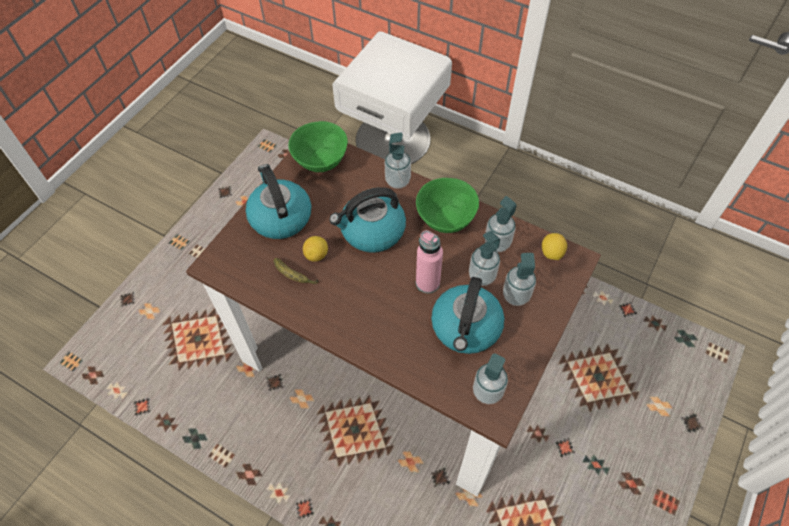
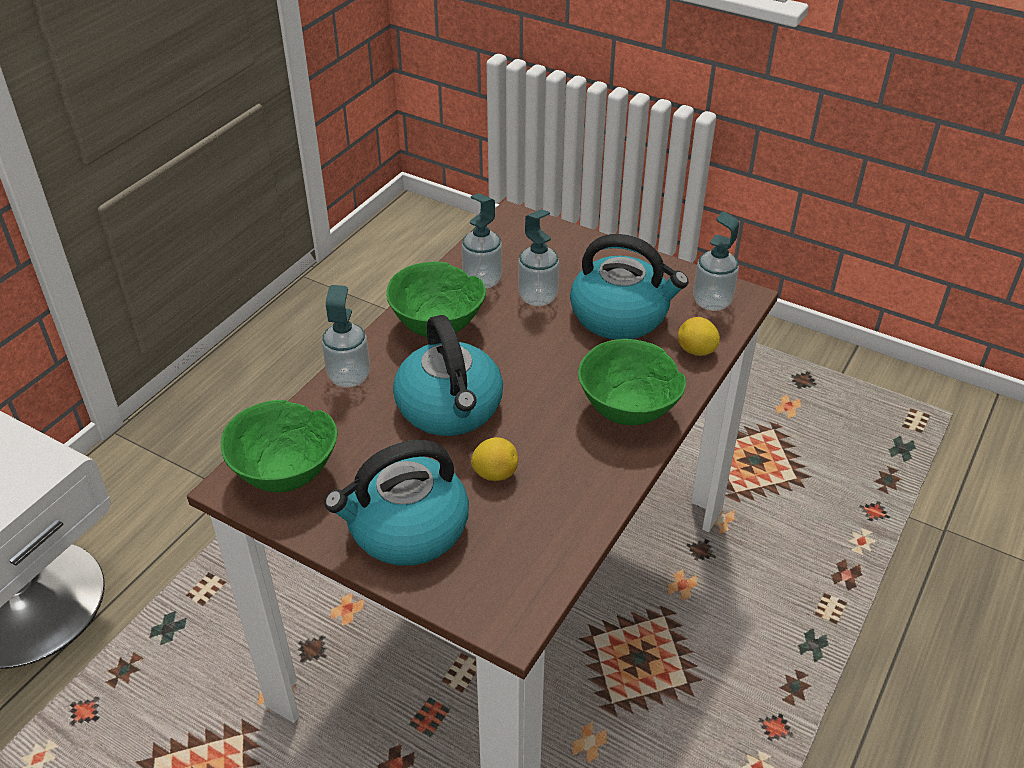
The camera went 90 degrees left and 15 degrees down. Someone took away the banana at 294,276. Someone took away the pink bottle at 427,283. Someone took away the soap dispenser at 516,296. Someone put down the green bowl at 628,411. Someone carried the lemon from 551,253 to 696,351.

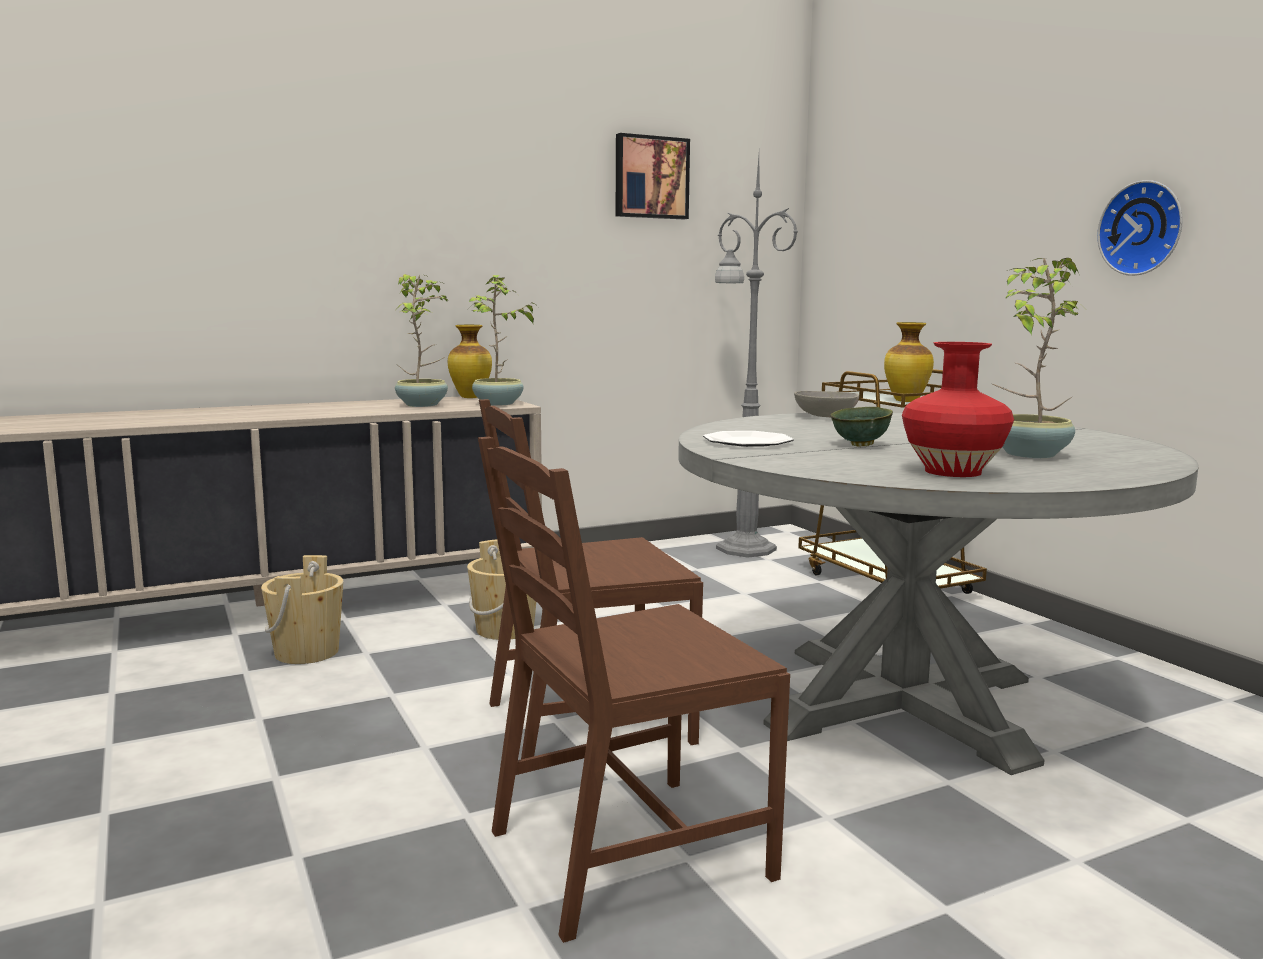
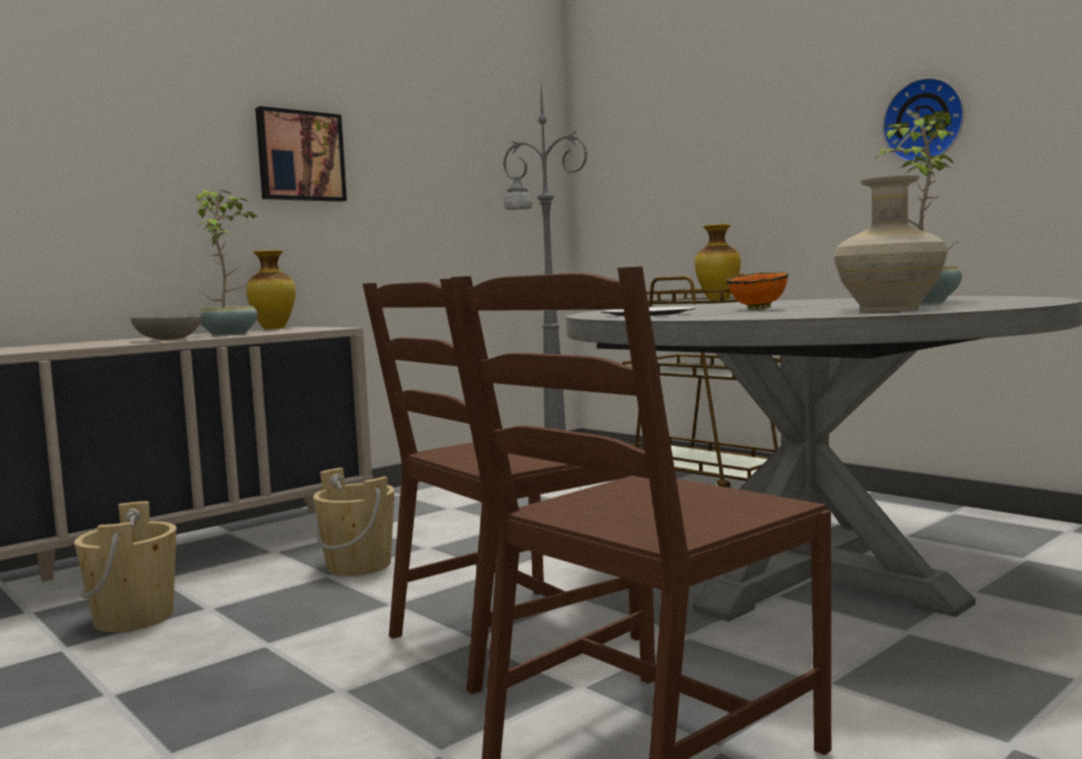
The camera went 15 degrees left and 5 degrees down. Someone took away the potted plant at 498,404. Someone carried the picture from 650,177 to 300,156. Someone carried the grey bowl from 824,416 to 168,339. Someone repainted the green bowl at 861,445, which became the orange bowl at 759,309. Someone repainted the red vase at 952,471, which became the beige vase at 888,309.

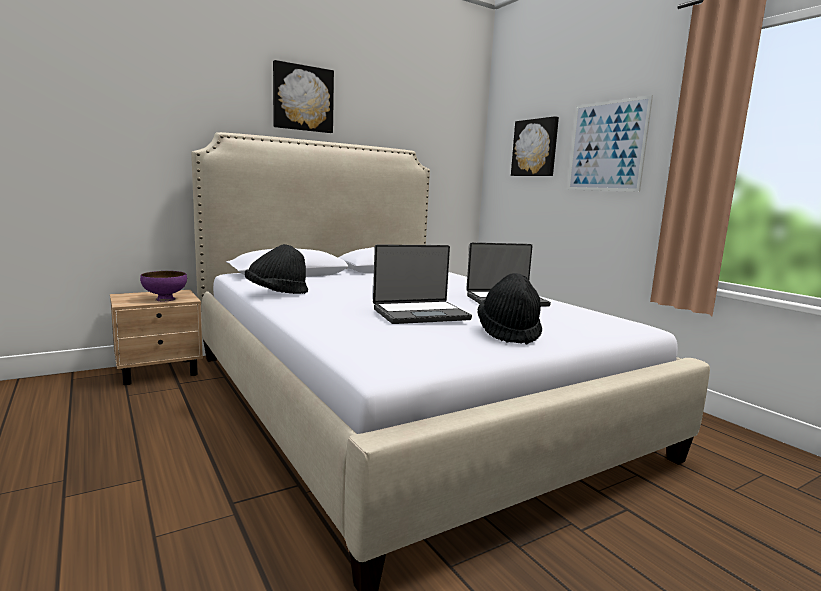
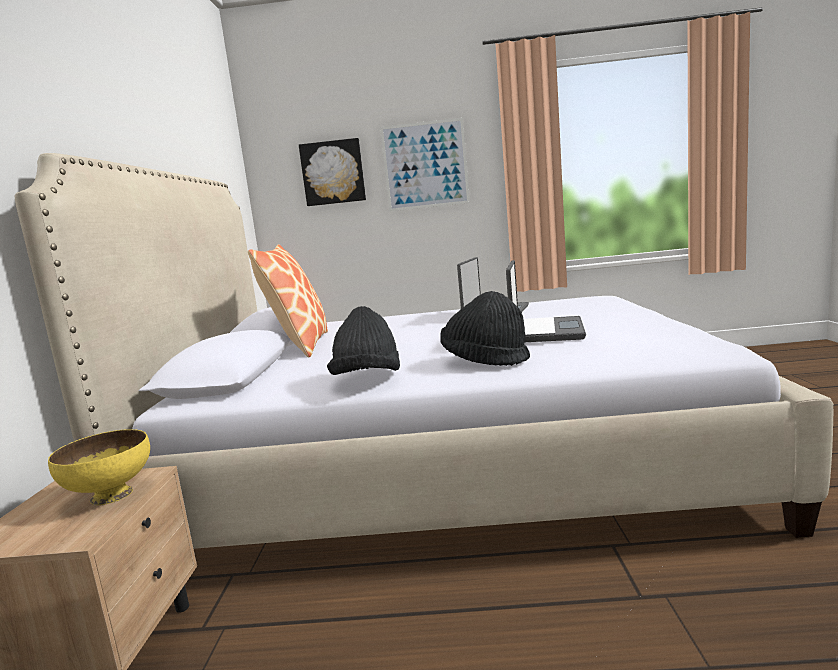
The camera went 55 degrees left and 0 degrees up. Someone took away the picture at 302,98. Someone put down the pillow at 300,345. Someone carried the black hat from 509,333 to 484,360. Someone repainted the purple bowl at 165,299, which became the yellow bowl at 110,495.

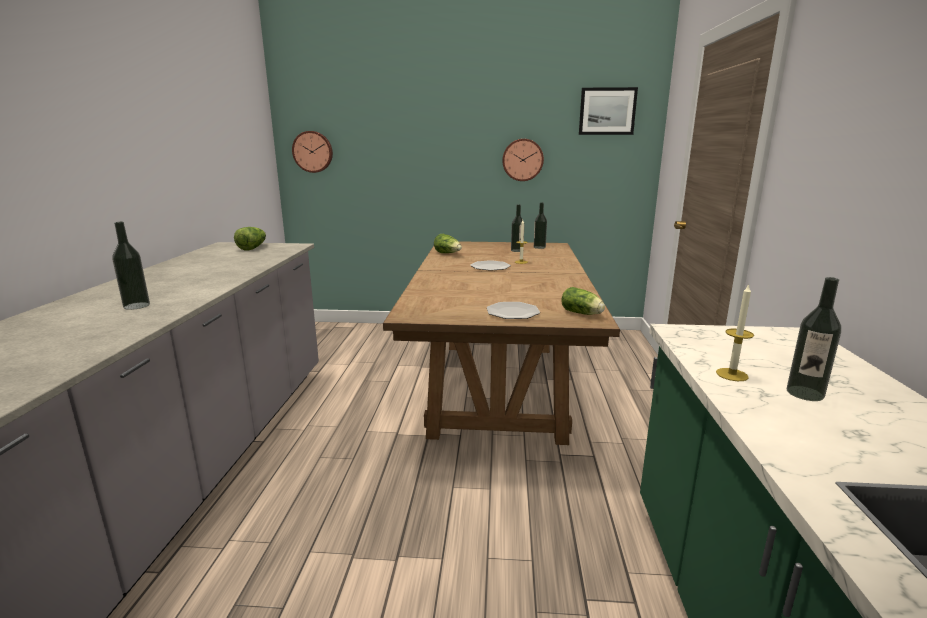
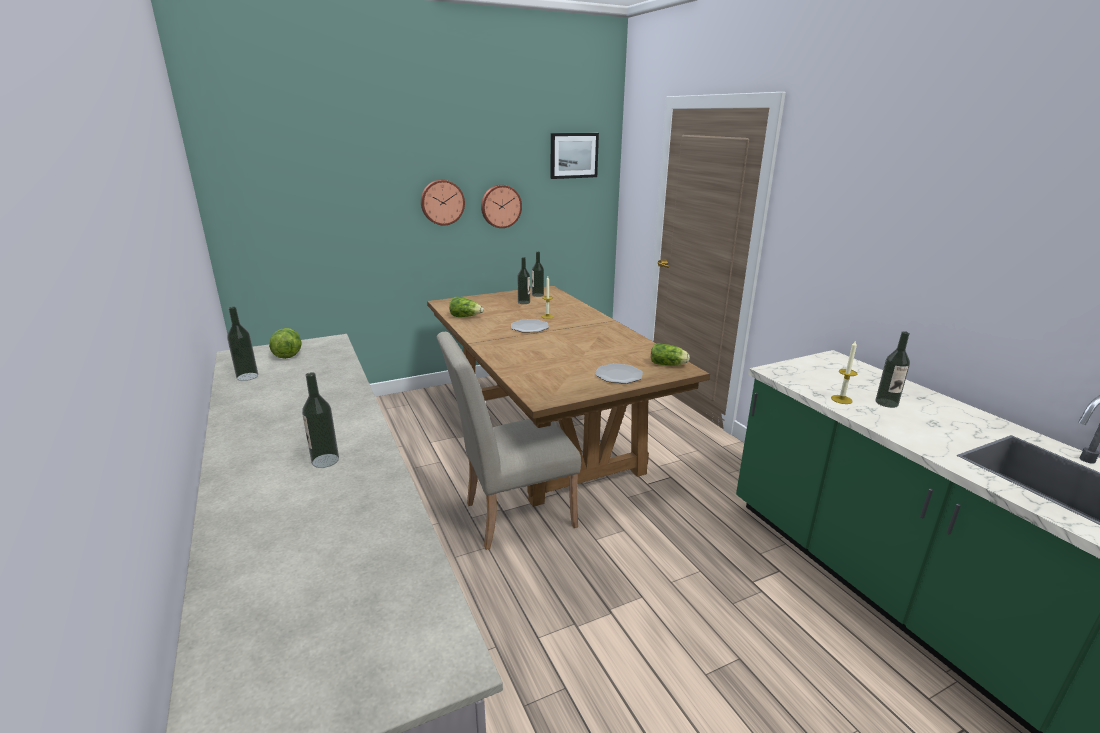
The camera went 30 degrees left and 5 degrees up. Someone put down the bottle at 247,376. Someone put down the beige chair at 511,516. Someone carried the wall clock from 313,151 to 442,202.

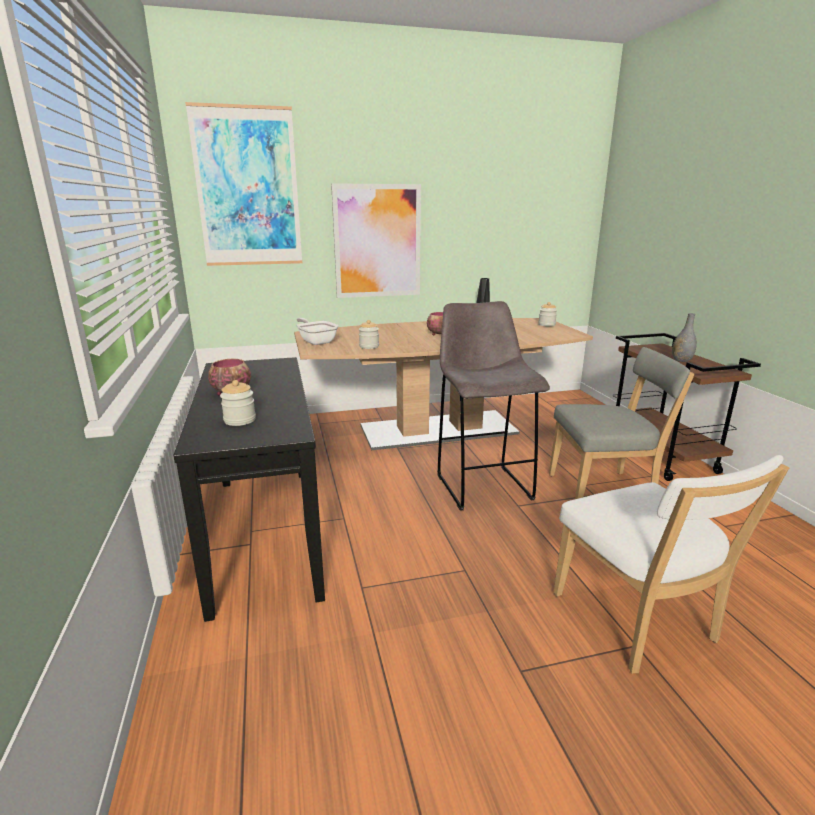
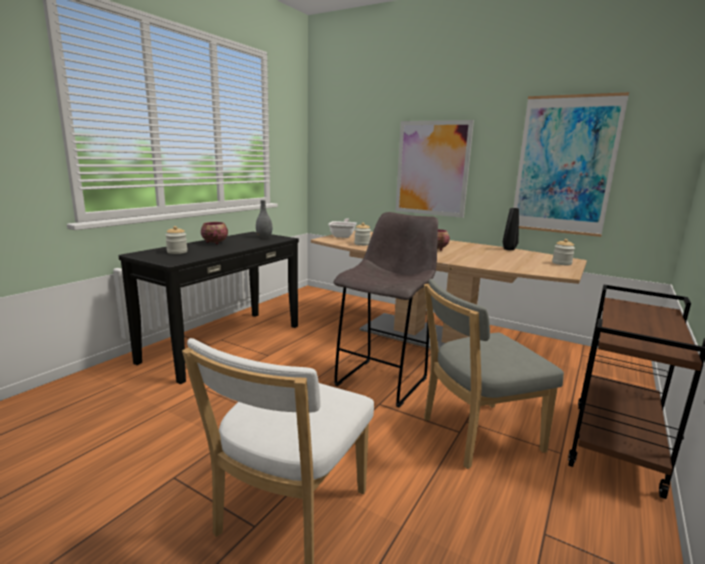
The camera went 45 degrees right and 5 degrees down. Someone carried the picture from 248,188 to 564,166. Someone carried the grey vase from 681,360 to 264,237. Someone rotated the grey chair at 604,491 by 120 degrees clockwise.

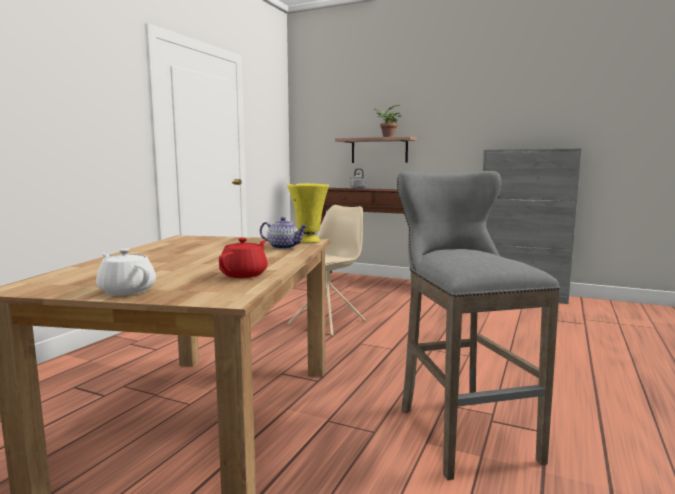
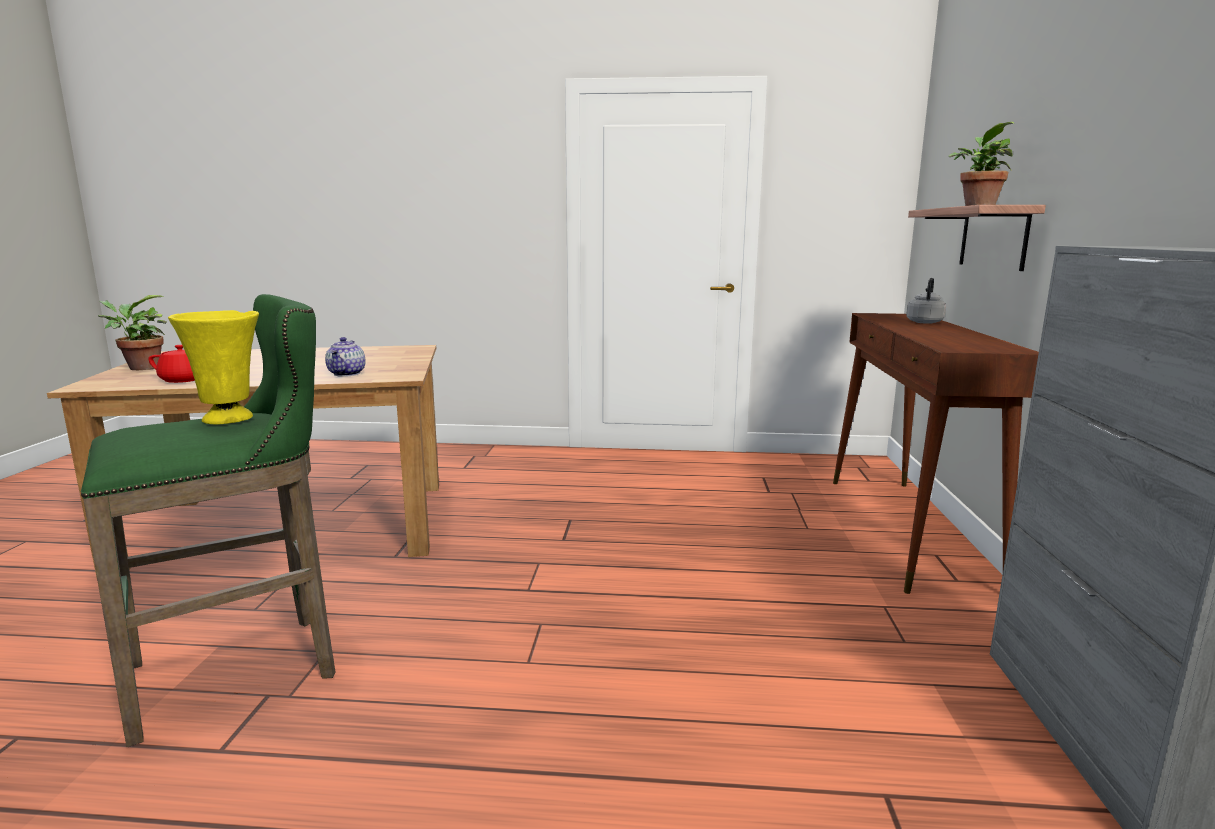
The camera went 70 degrees right and 5 degrees up. Someone took away the beige chair at 328,322. Someone carried the yellow vase from 309,241 to 229,419. Someone swapped the white teapot at 127,290 for the potted plant at 140,368. Someone repainted the grey stool at 460,430, which became the green stool at 243,669.

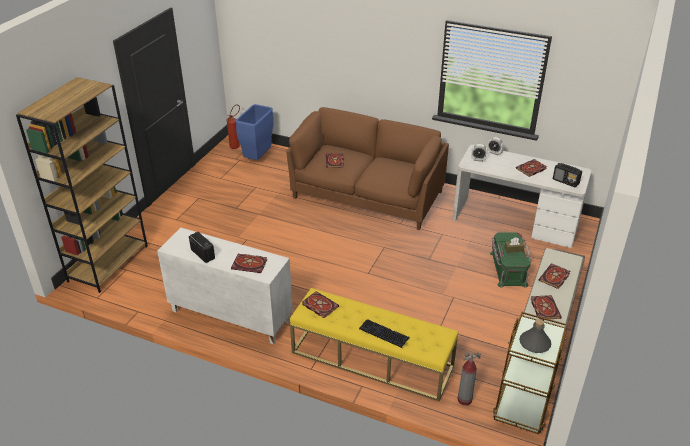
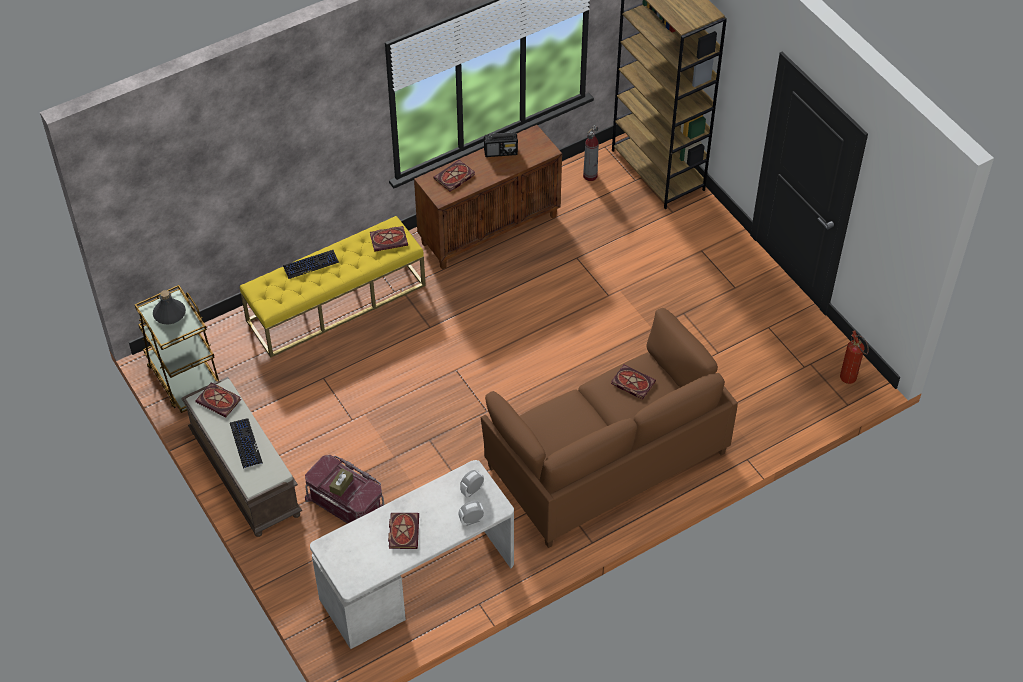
The camera went 125 degrees right and 15 degrees up. Someone took away the blue trash can at 257,158. Someone took away the radio at 566,181. Someone carried the fire extinguisher from 464,400 to 590,175. Someone swapped the book at 554,278 for the keyboard at 245,443. Someone repainted the white cabinet at 229,316, which became the brown cabinet at 489,229. Someone repainted the green storage box at 507,269, which became the red storage box at 346,503.

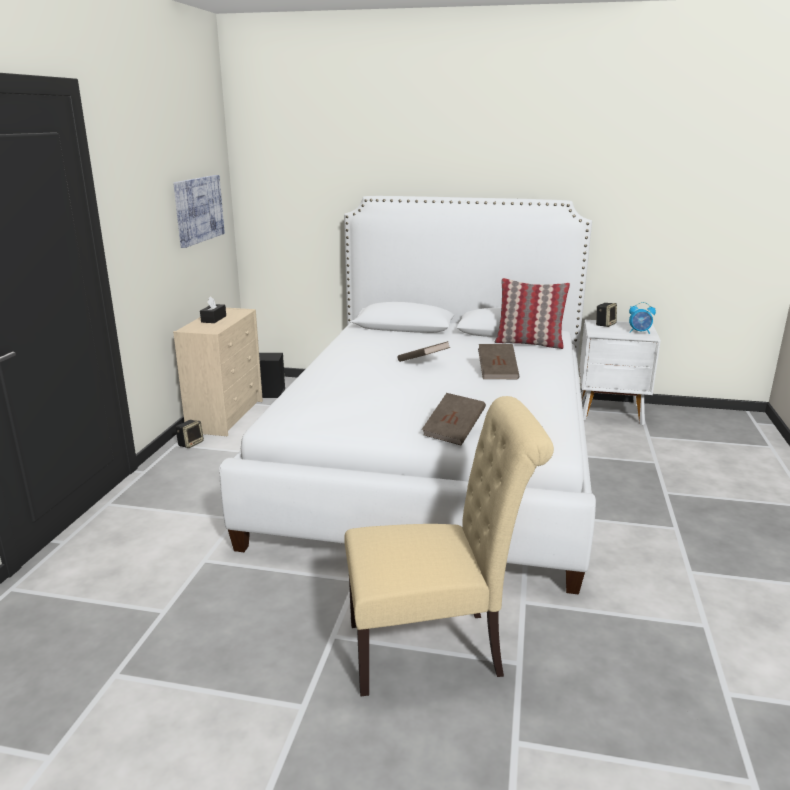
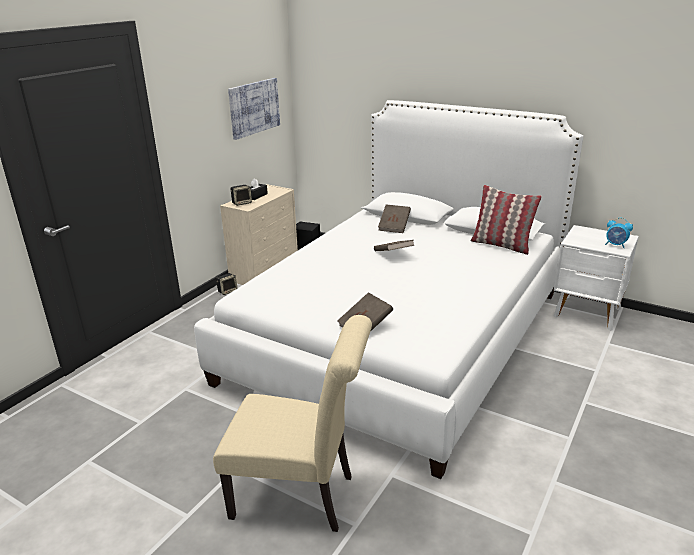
The camera went 20 degrees right and 5 degrees up. Someone carried the brown book from 497,372 to 394,227. Someone carried the speaker from 605,324 to 242,203.

